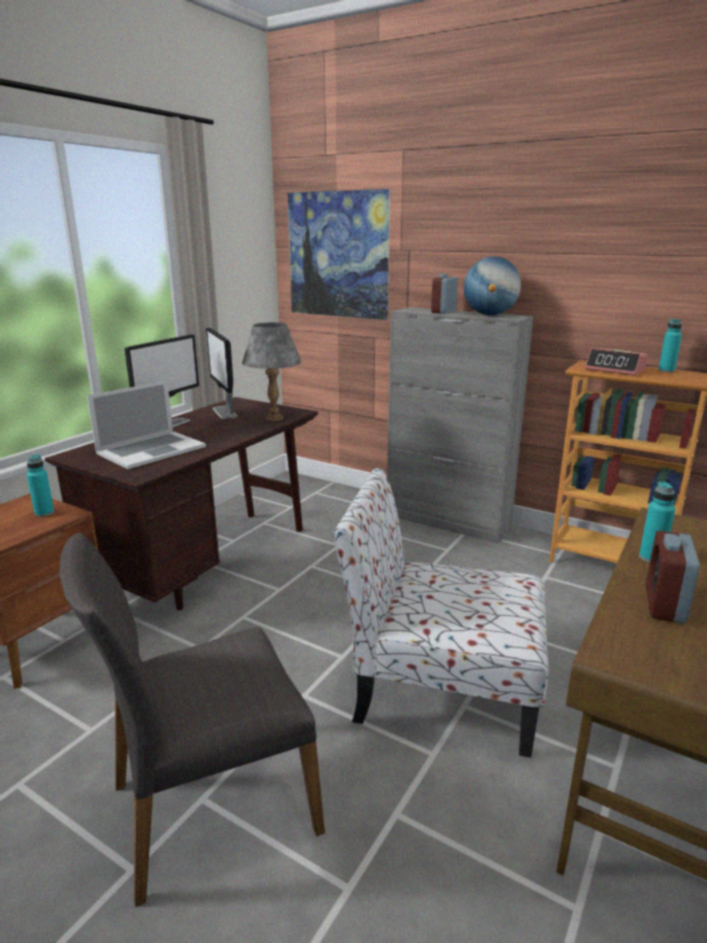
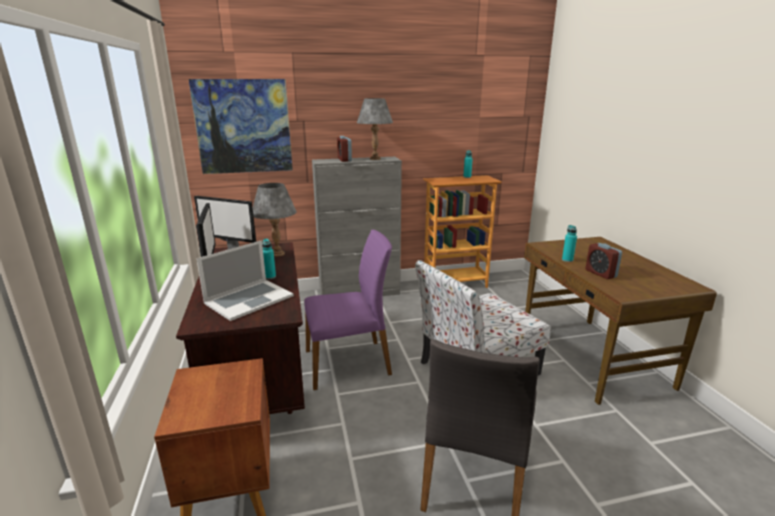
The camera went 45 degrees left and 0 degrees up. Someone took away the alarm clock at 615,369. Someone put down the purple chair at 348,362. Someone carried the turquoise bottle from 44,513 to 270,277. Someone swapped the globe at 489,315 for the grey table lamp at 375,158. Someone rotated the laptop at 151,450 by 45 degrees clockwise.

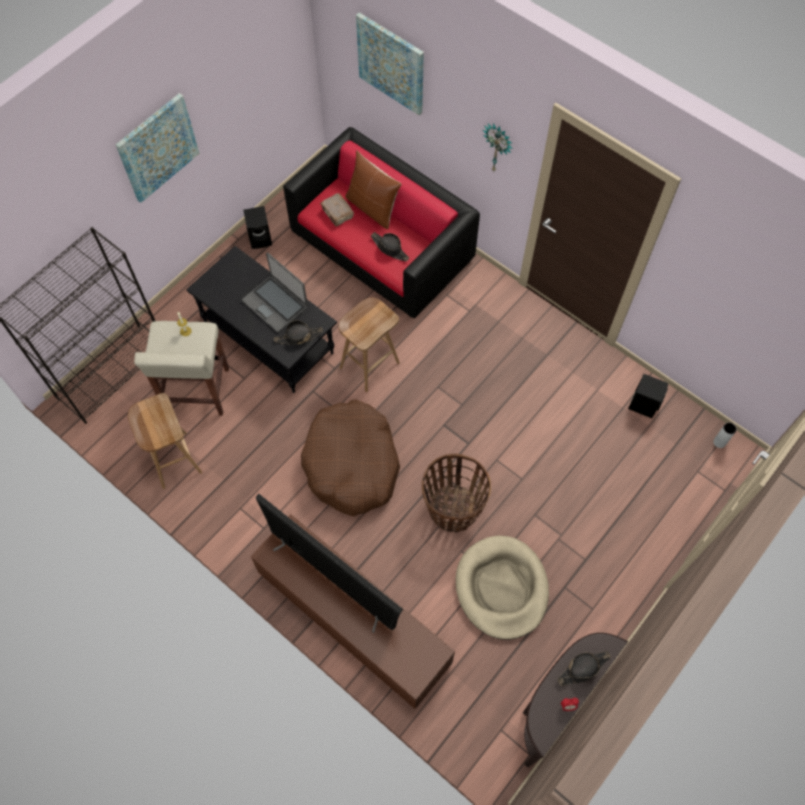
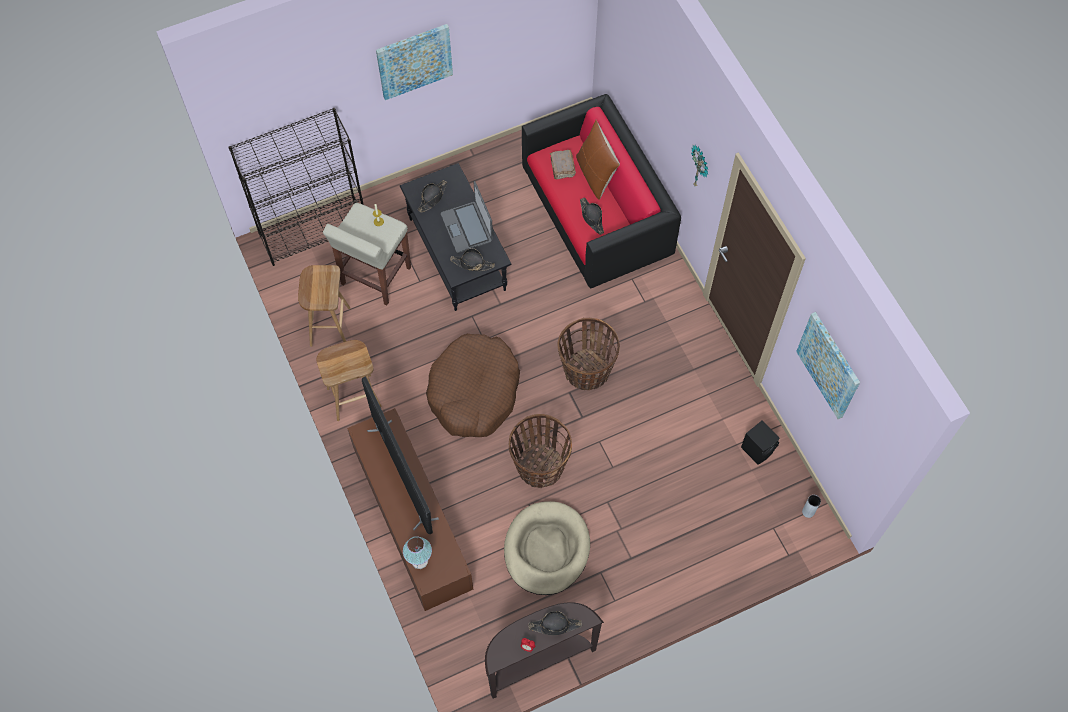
The camera went 25 degrees right and 0 degrees up. Someone took away the black speaker at 261,238. Someone put down the table lamp at 419,560. Someone put down the black hat at 432,197. Someone put down the basket at 586,371. Someone carried the brown stool from 369,364 to 354,396. Someone carried the picture from 391,63 to 829,365.

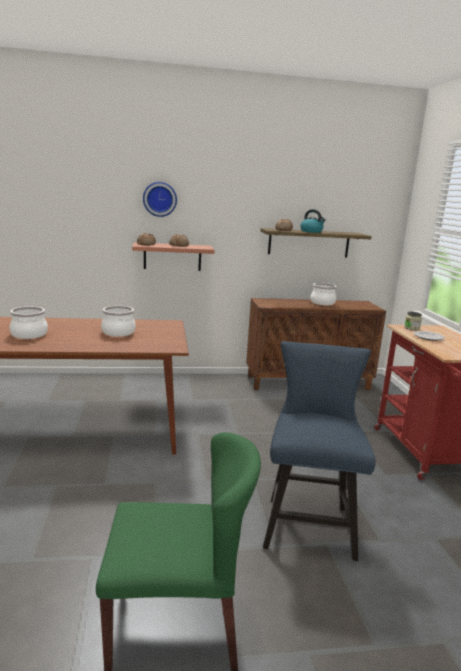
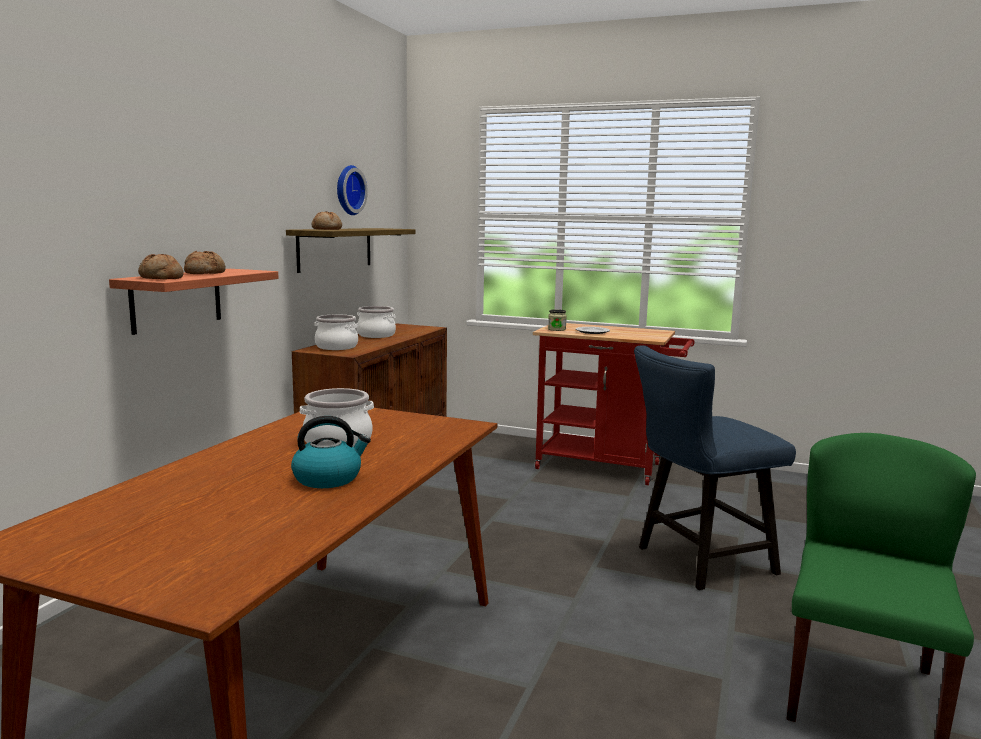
The camera went 60 degrees left and 5 degrees down. Someone carried the cooking pot from 29,334 to 337,347. Someone carried the wall clock from 160,199 to 348,190. Someone carried the kettle from 311,231 to 328,478. Someone rotated the blue chair at 308,522 by 60 degrees counterclockwise.

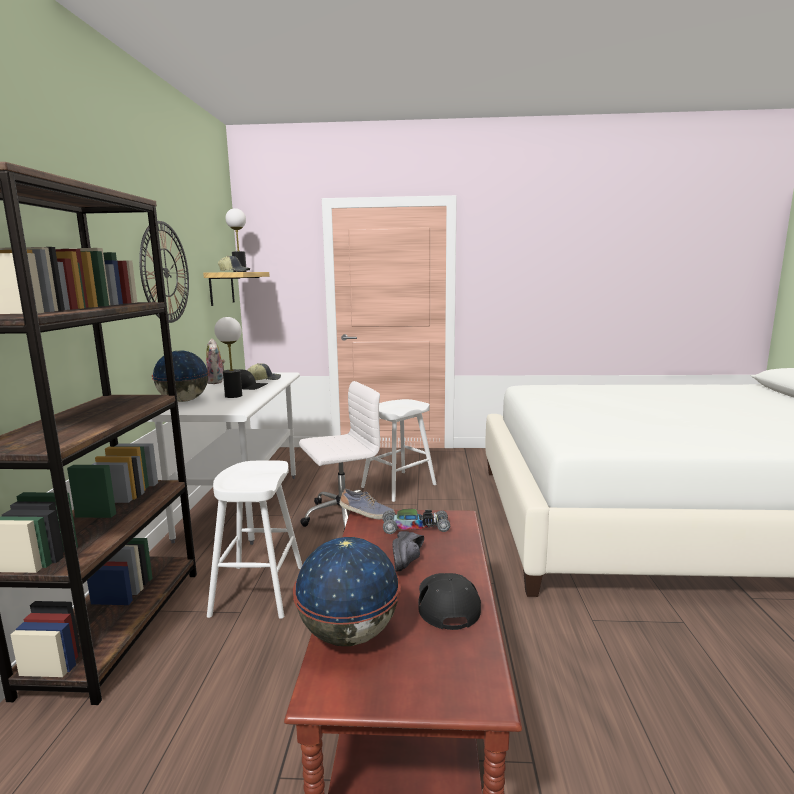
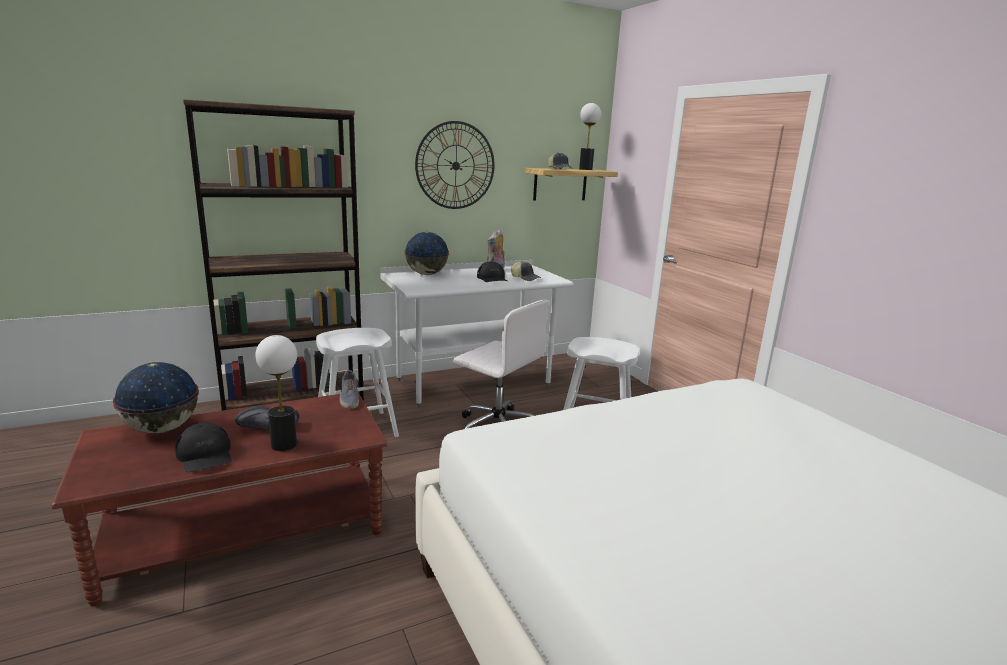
The camera went 60 degrees right and 5 degrees up. Someone took away the toy car at 415,527. Someone carried the table lamp from 233,396 to 283,445. Someone rotated the black cap at 447,602 by 90 degrees clockwise.

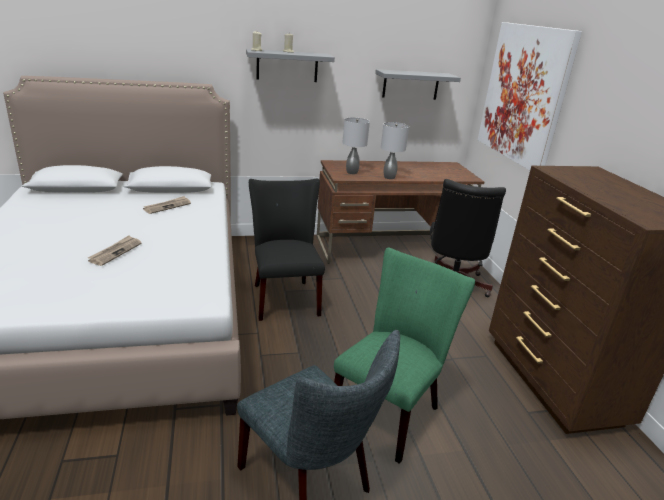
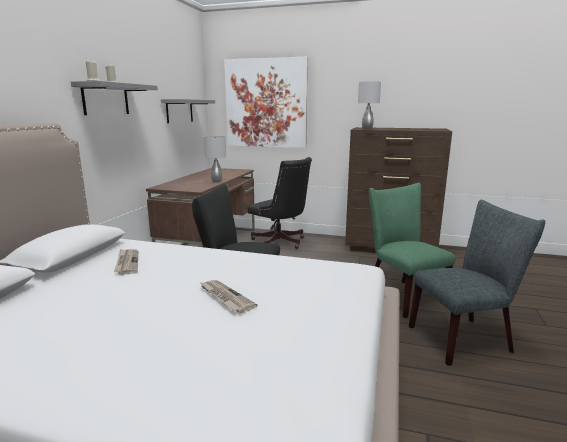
The camera went 60 degrees left and 10 degrees down. Someone carried the grey table lamp from 352,172 to 367,129.

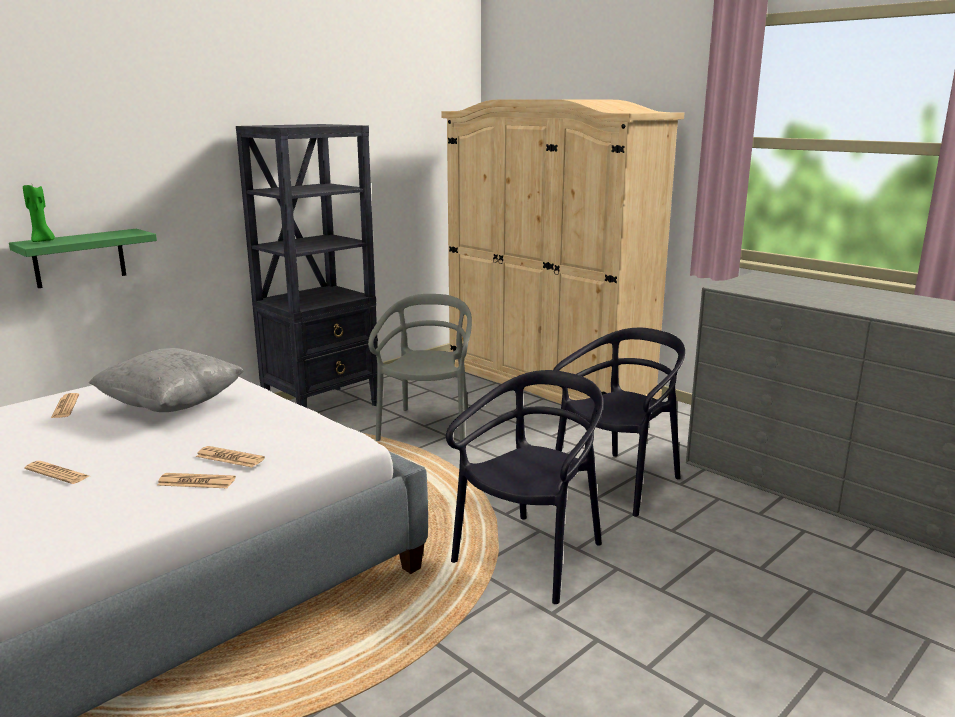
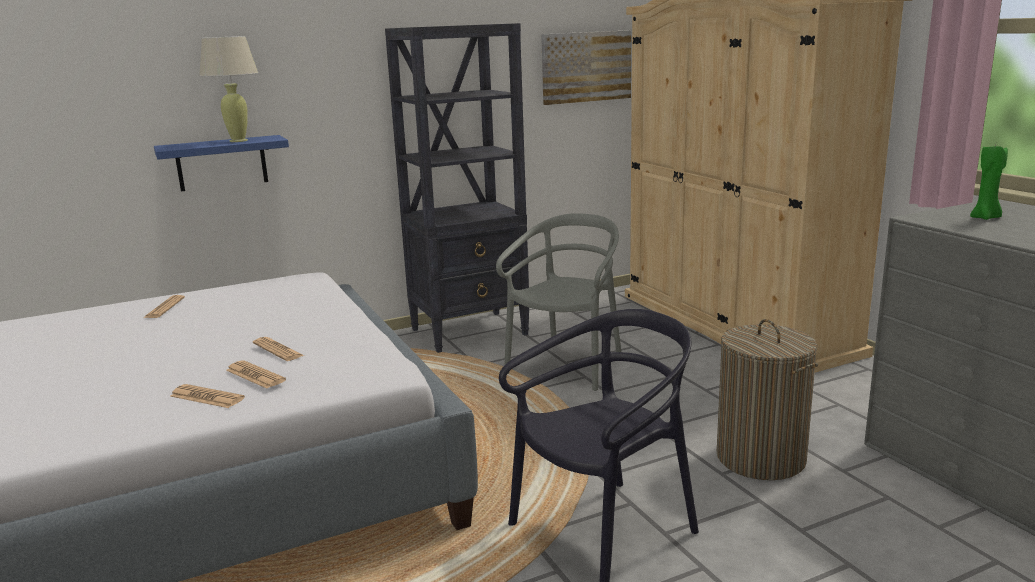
The camera went 20 degrees right and 0 degrees up. Someone took away the grey pillow at 171,406. Someone put down the beige table lamp at 238,141. Someone put up the picture at 586,67. Someone carried the green candle from 42,241 to 986,218. Someone carried the newspaper from 57,473 to 278,350. Someone swapped the black chair at 618,483 for the laundry basket at 761,458. Someone repainted the green shelf at 79,258, which became the blue shelf at 221,163.

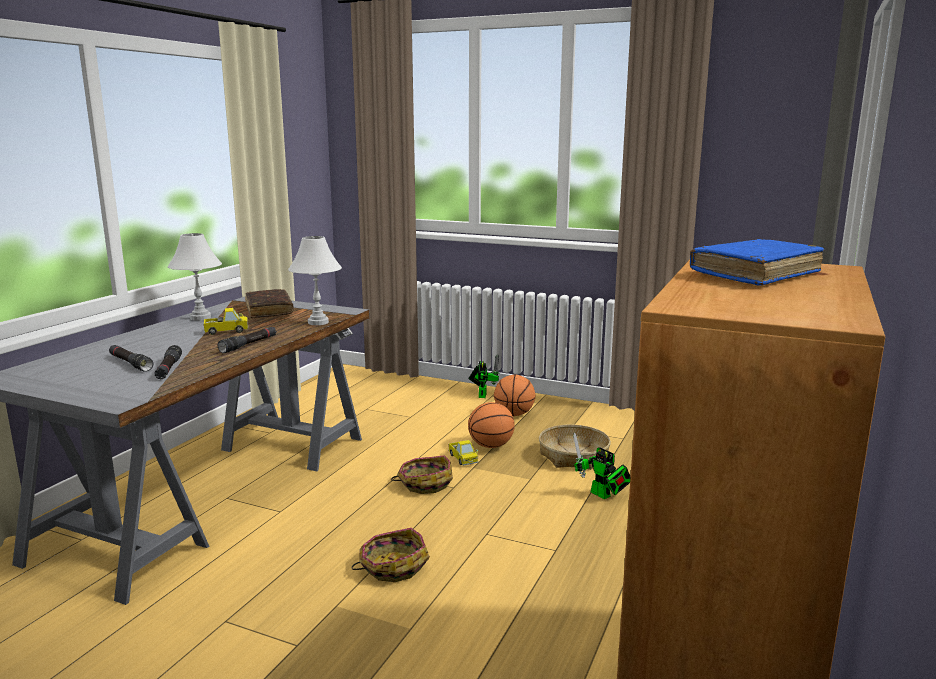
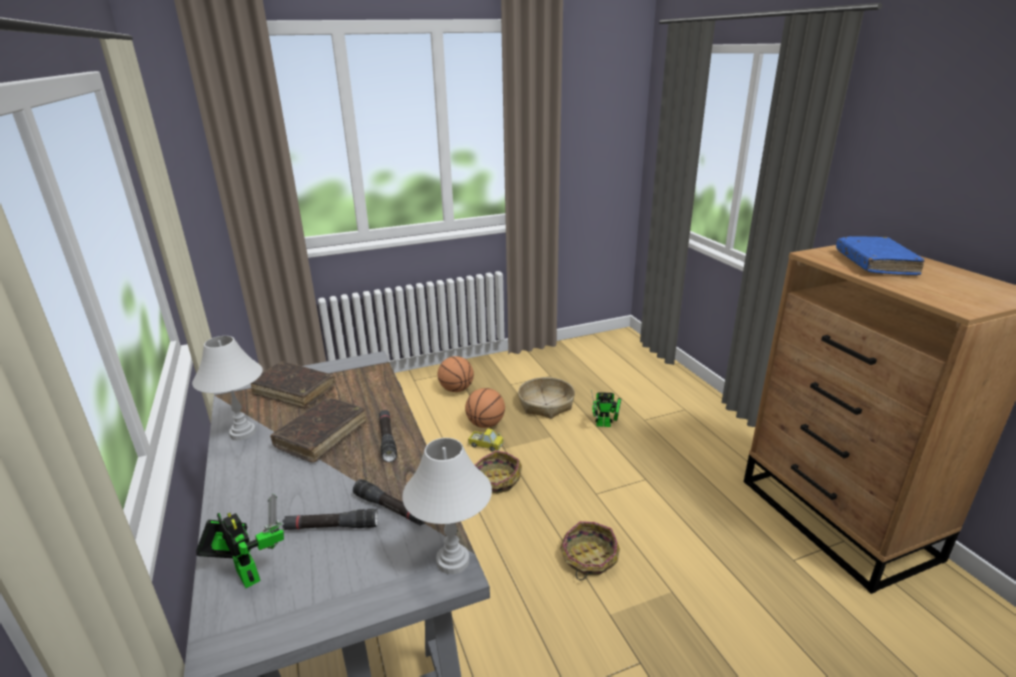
The camera went 45 degrees left and 10 degrees up. Someone carried the white table lamp from 318,322 to 452,560. Someone carried the toy robot from 482,394 to 246,572. Someone swapped the toy truck at 226,331 for the brown book at 321,435.

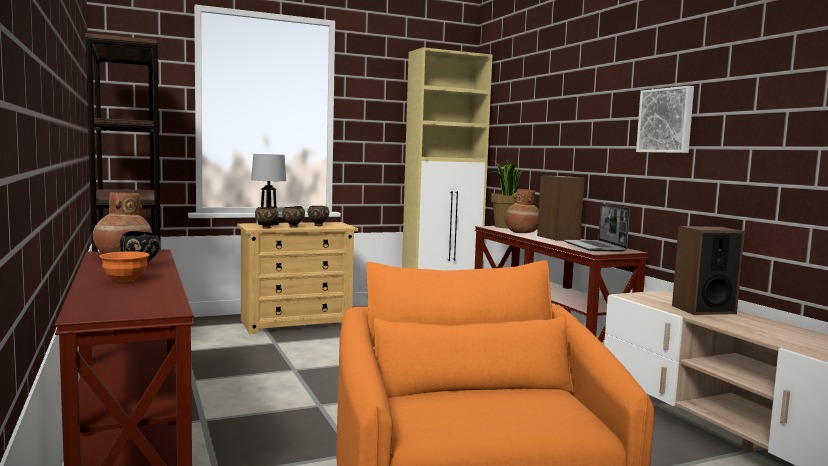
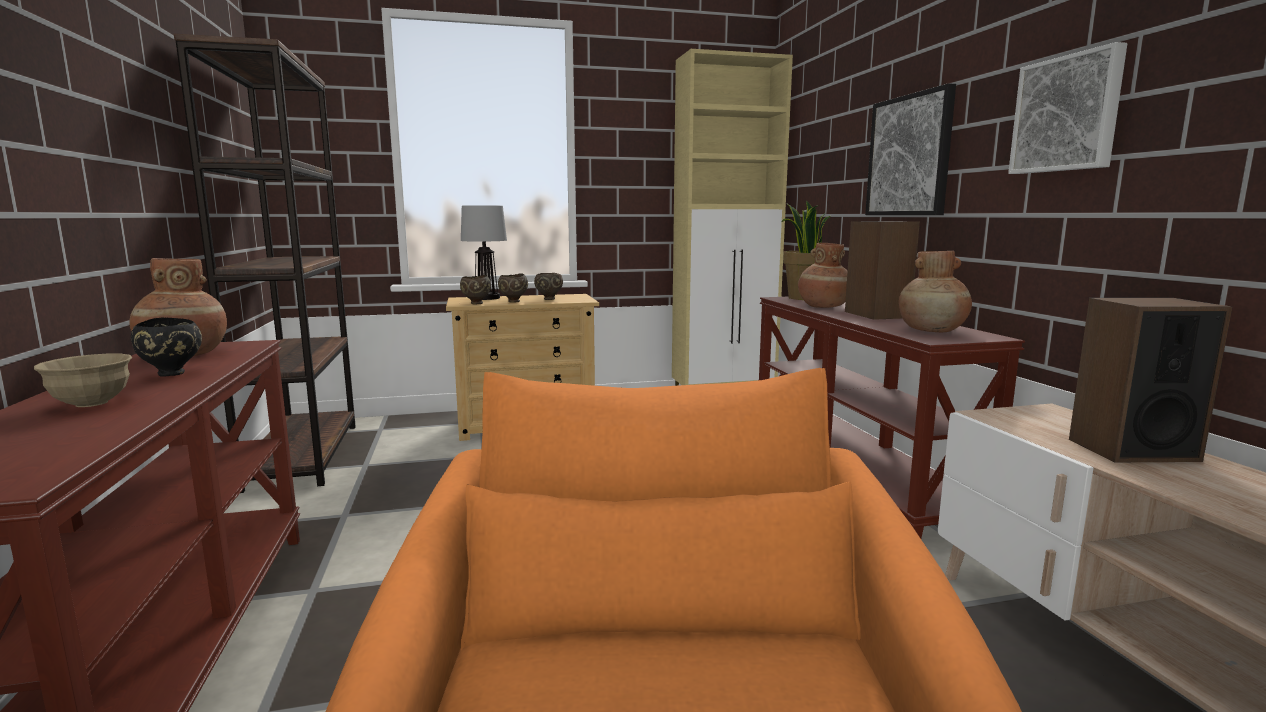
The camera went 10 degrees right and 5 degrees up. Someone put up the picture at 909,156. Someone swapped the laptop at 595,247 for the brown vase at 932,331. Someone repainted the orange bowl at 125,280, which became the beige bowl at 92,403.

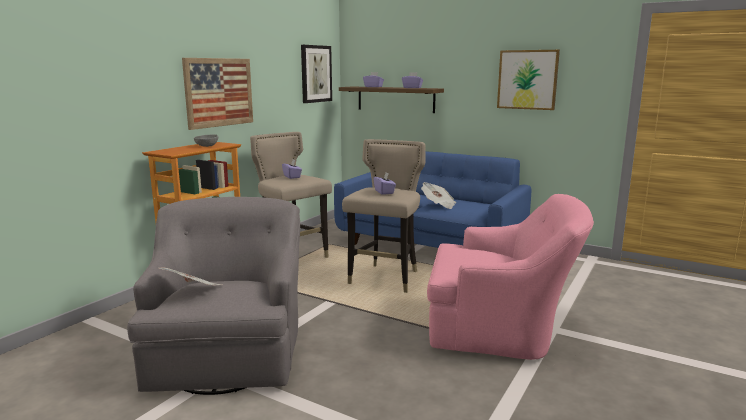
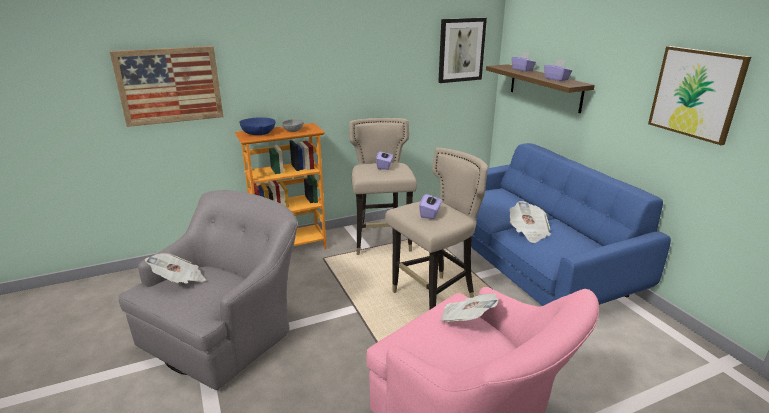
The camera went 35 degrees right and 10 degrees up. Someone put down the blue bowl at 259,133. Someone put down the newspaper at 466,320. Someone carried the picture from 219,92 to 170,85.

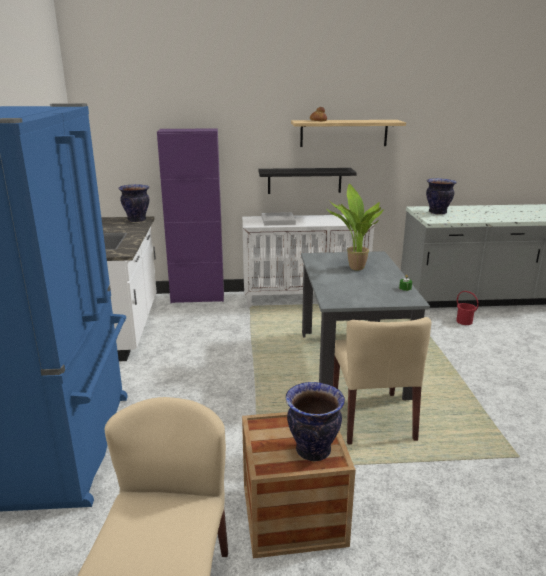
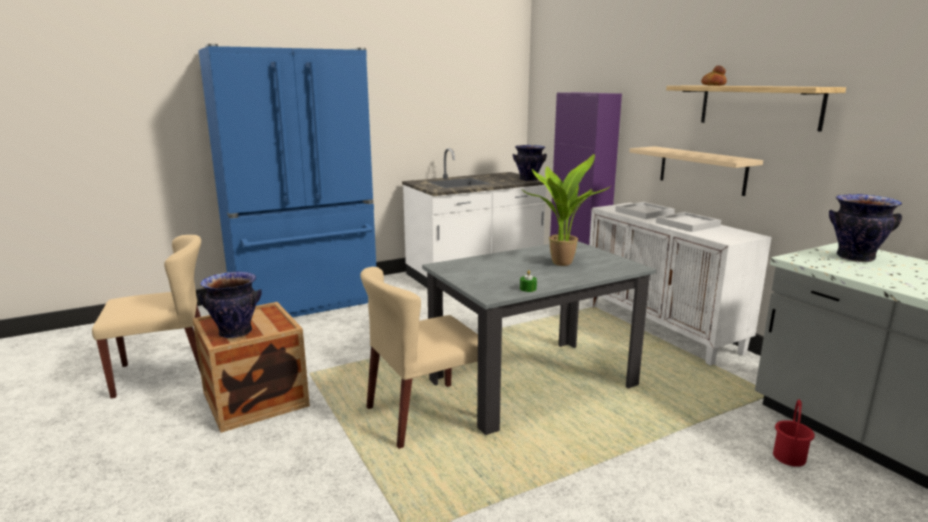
The camera went 65 degrees right and 5 degrees down. Someone put down the white tray at 687,224. Someone repainted the black shelf at 304,180, which became the beige shelf at 702,170.

